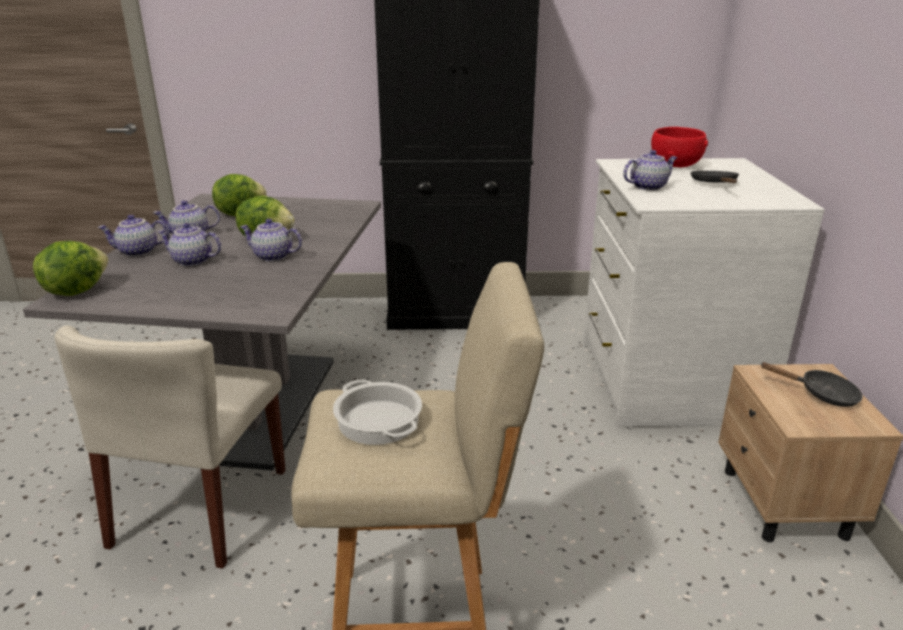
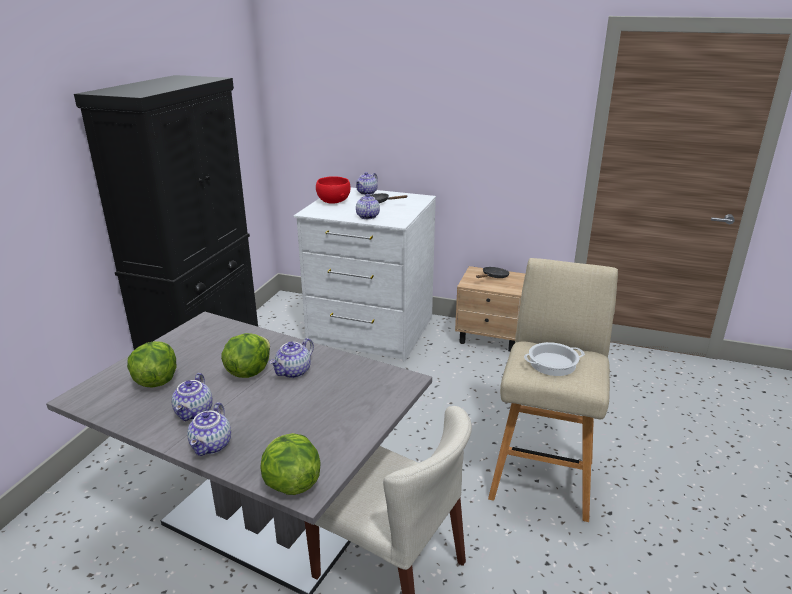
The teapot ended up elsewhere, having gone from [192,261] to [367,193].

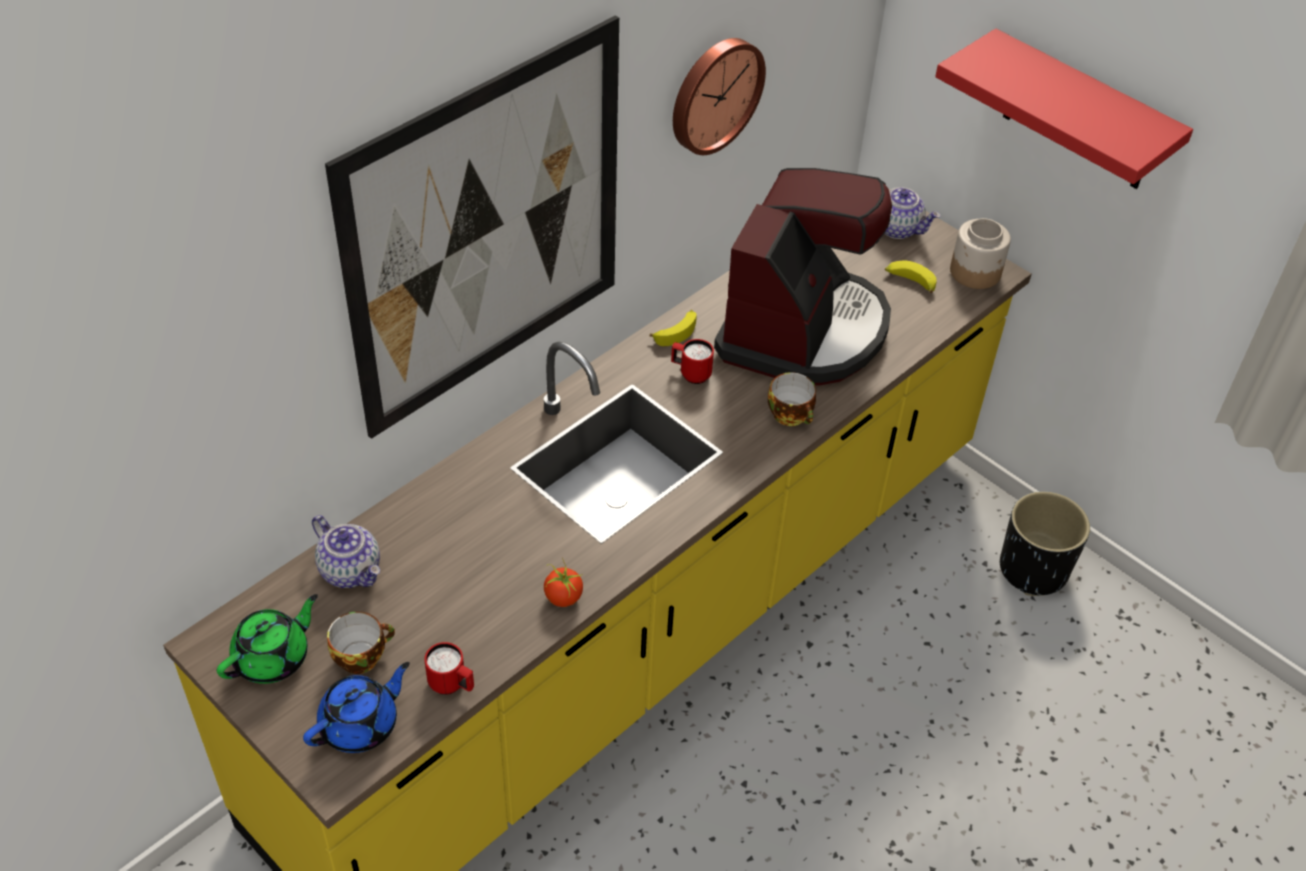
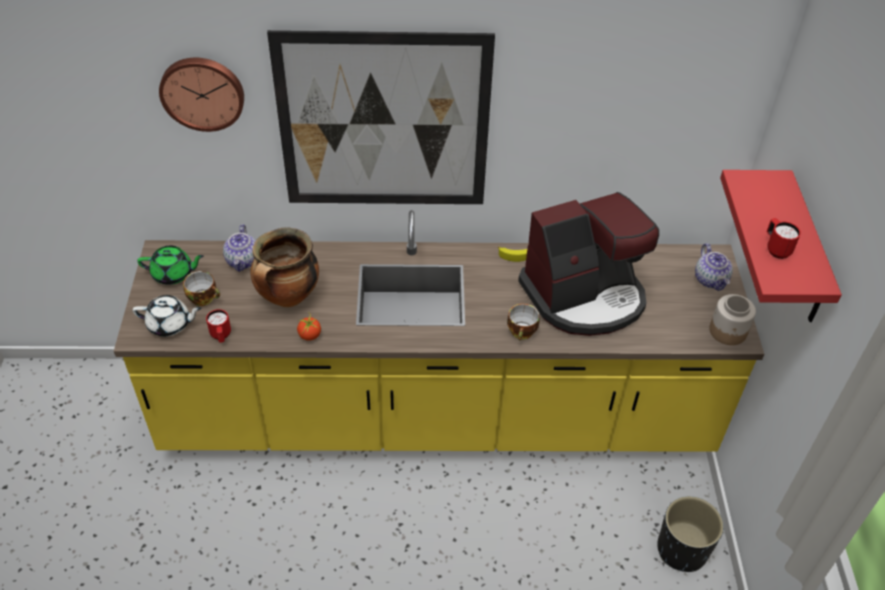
The wall clock ended up elsewhere, having gone from [714,94] to [202,92].
The second view lost the banana at [909,281].
The red mug ended up elsewhere, having gone from [690,374] to [776,248].
What was the blue teapot at [361,724] turned into the white teapot at [170,324].
The second view gained the cooking pot at [288,297].

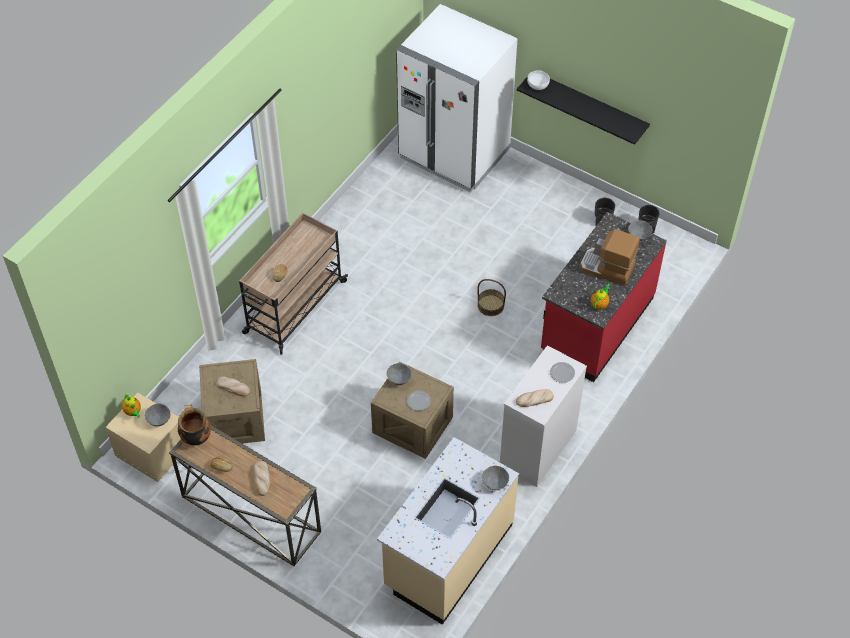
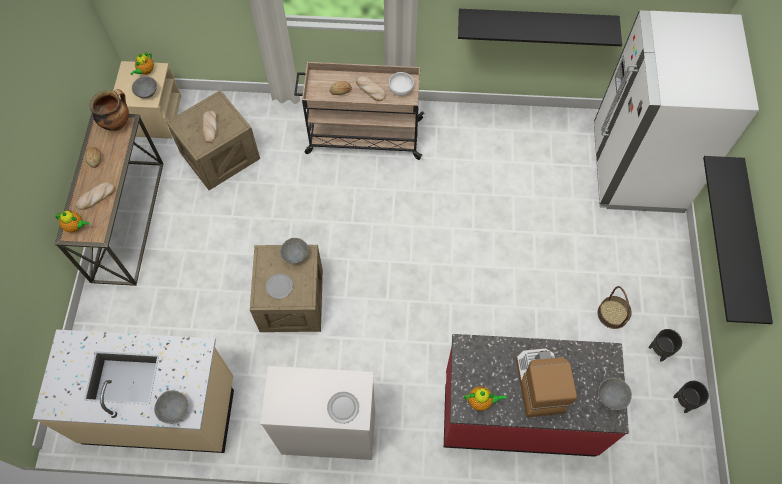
The white bowl ended up elsewhere, having gone from [538,85] to [400,89].
The basket ended up elsewhere, having gone from [490,305] to [613,314].
The bread ended up elsewhere, having gone from [534,399] to [370,89].
The second view gained the black shelf at [536,22].
The second view gained the teapot at [76,226].

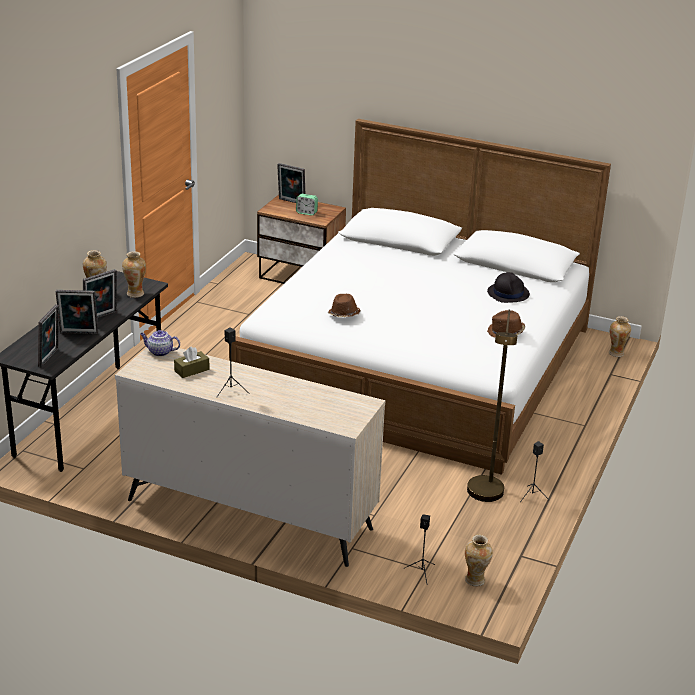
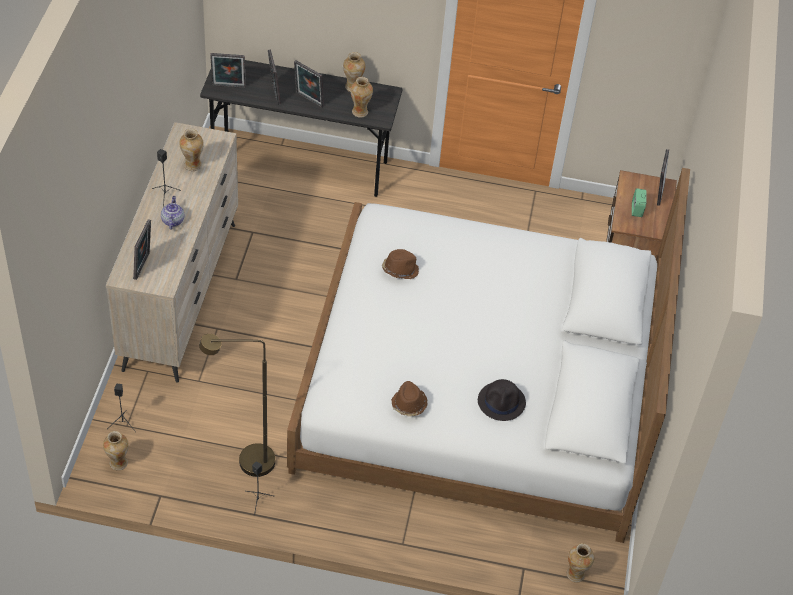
The teapot ended up elsewhere, having gone from [159,352] to [172,220].
Where the brown tissue box stood at [192,370], the vase came to stand at [192,165].
The second view gained the picture frame at [143,266].

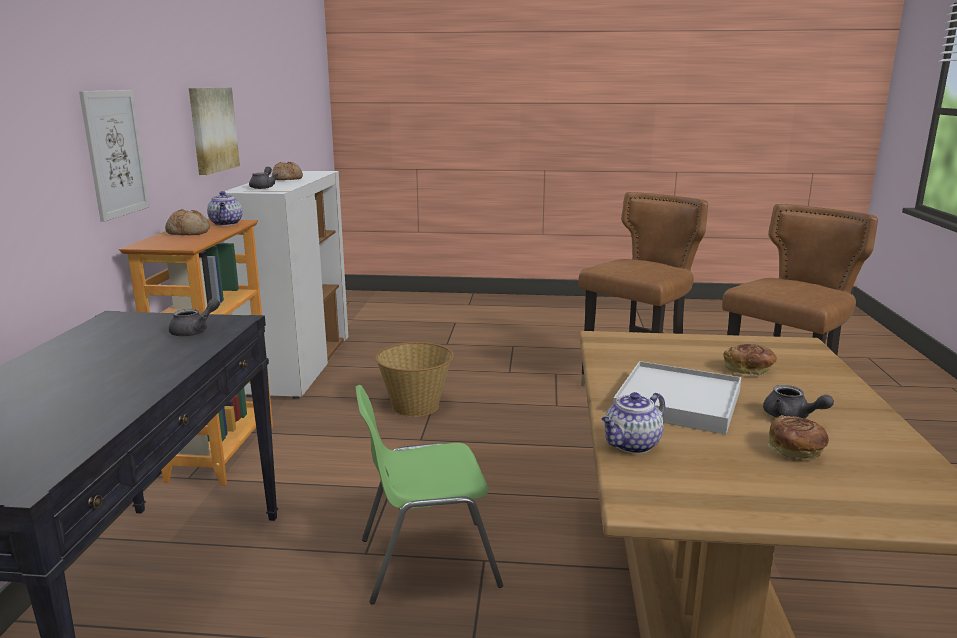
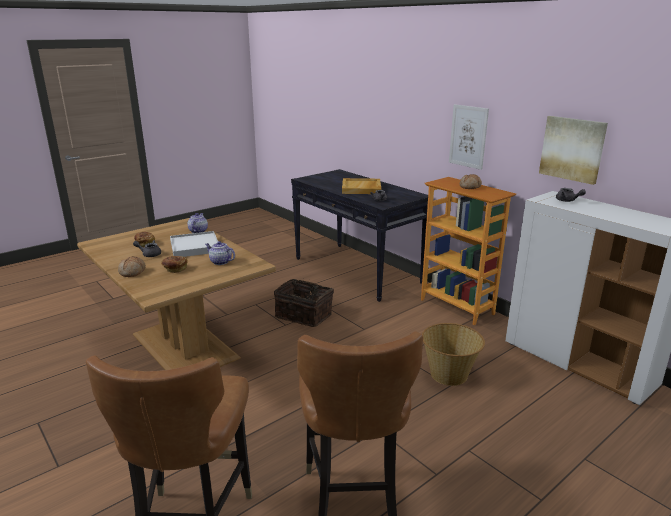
The bread ended up elsewhere, having gone from [287,179] to [133,272].
The teapot ended up elsewhere, having gone from [226,224] to [220,262].
Where the green chair stood at [426,561], the basket came to stand at [304,315].
The second view gained the beige tray at [361,188].

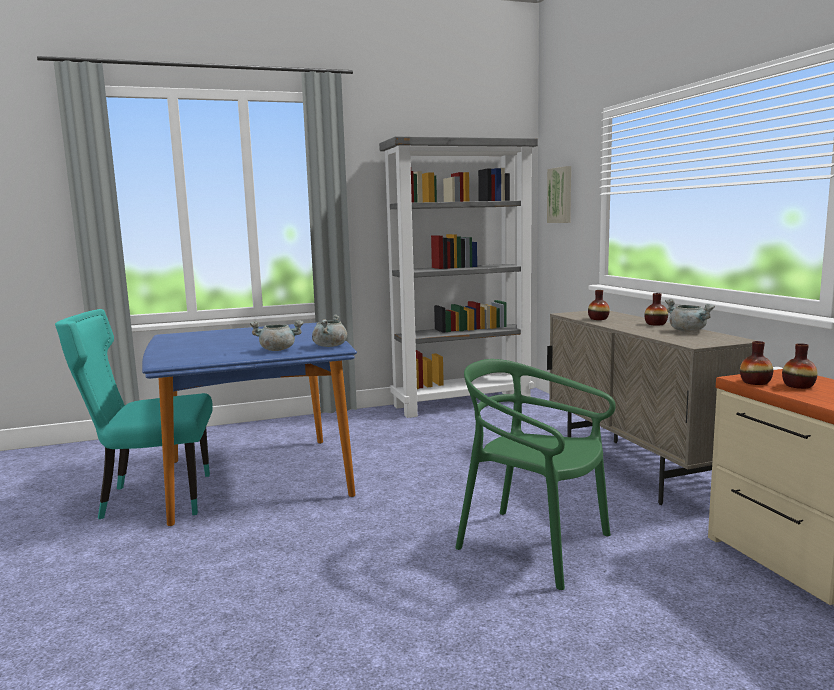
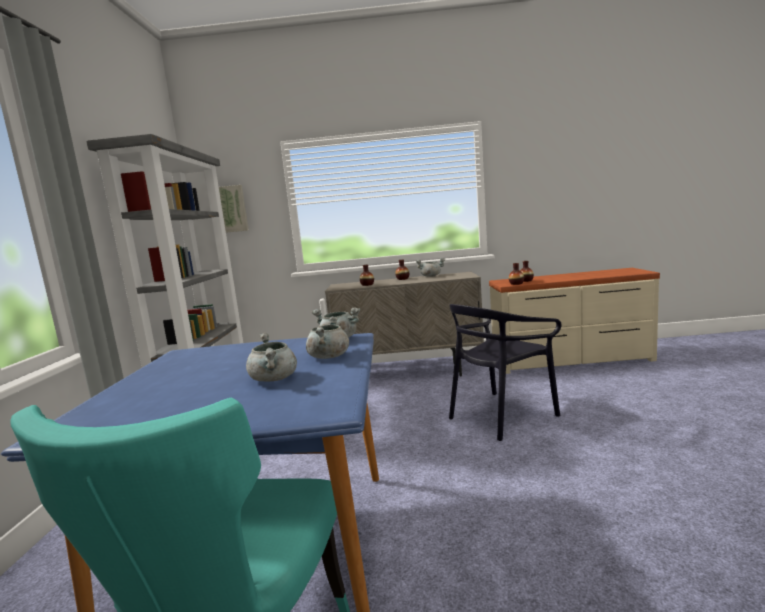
What was the green chair at [533,545] turned into the black chair at [501,415].
The second view gained the grey cooking pot at [274,379].

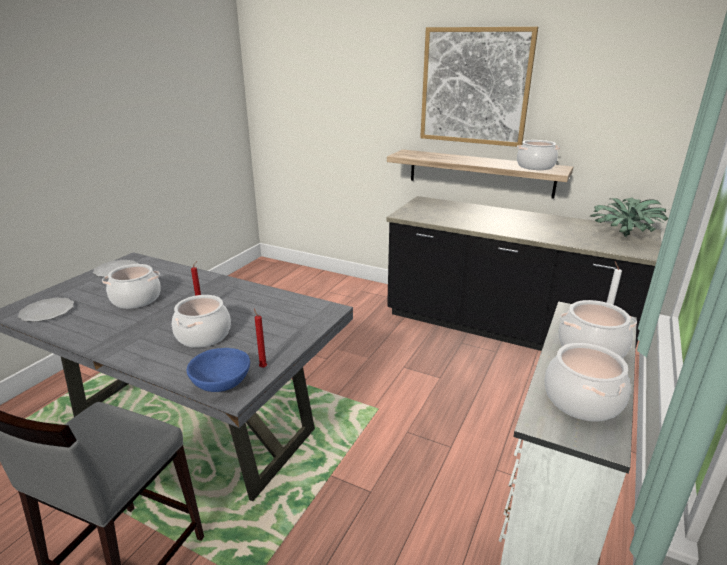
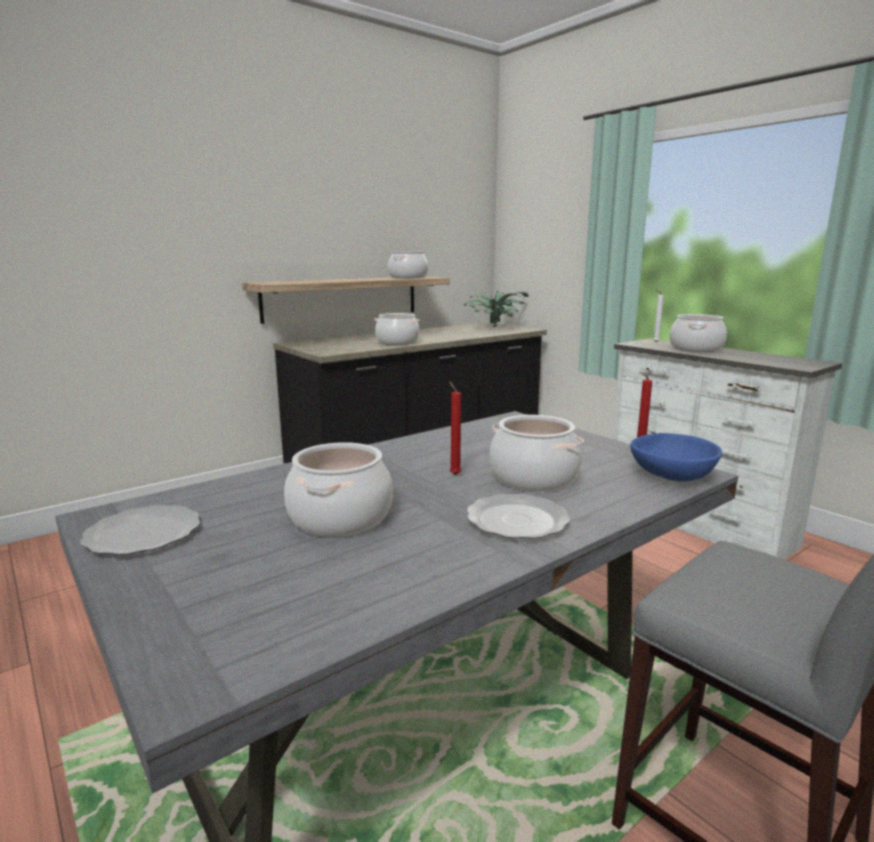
The second view lost the picture at [475,87].
The plate ended up elsewhere, having gone from [46,312] to [517,521].
The cooking pot ended up elsewhere, having gone from [582,400] to [397,342].

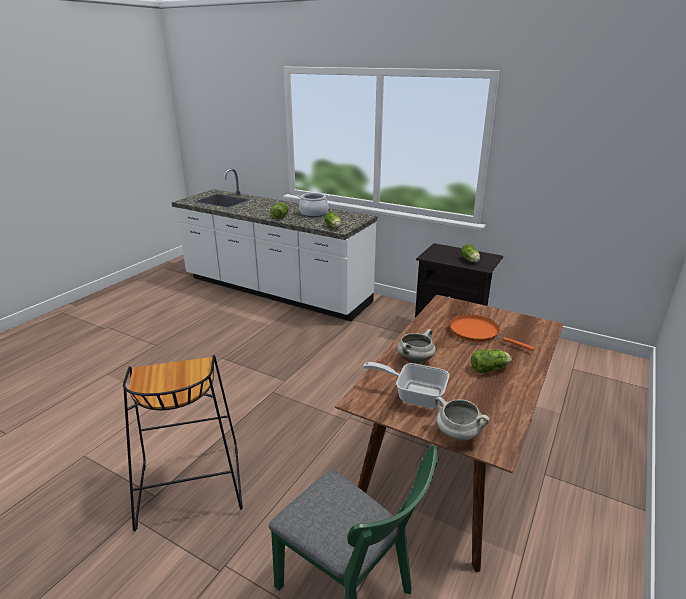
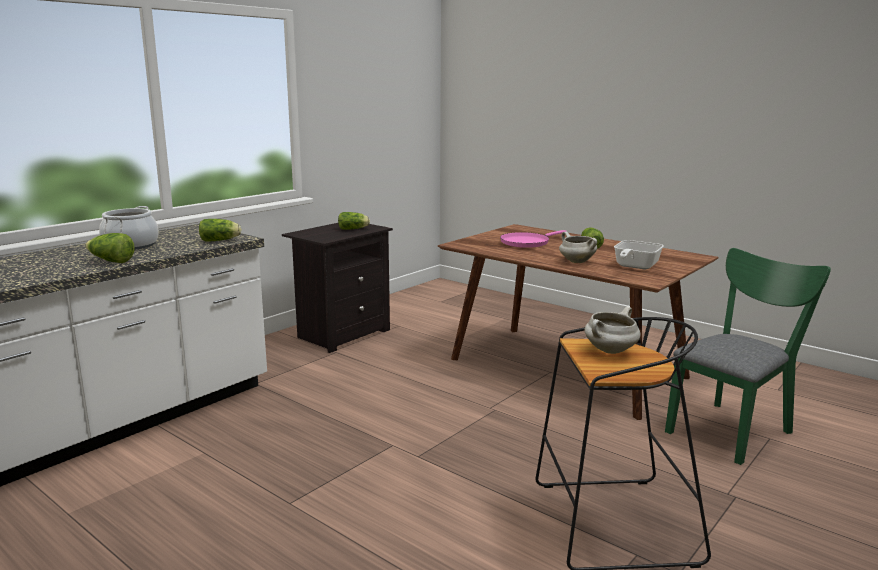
What was the orange frying pan at [477,332] turned into the pink frying pan at [527,242].
The white cooking pot ended up elsewhere, having gone from [457,434] to [610,351].

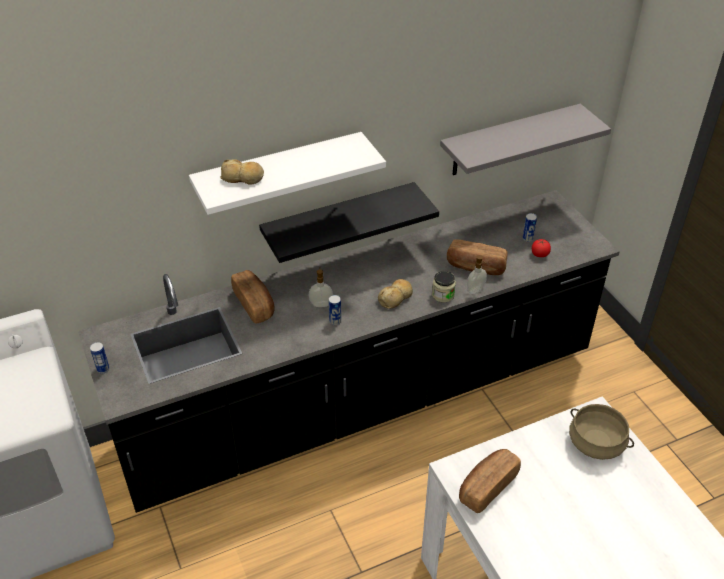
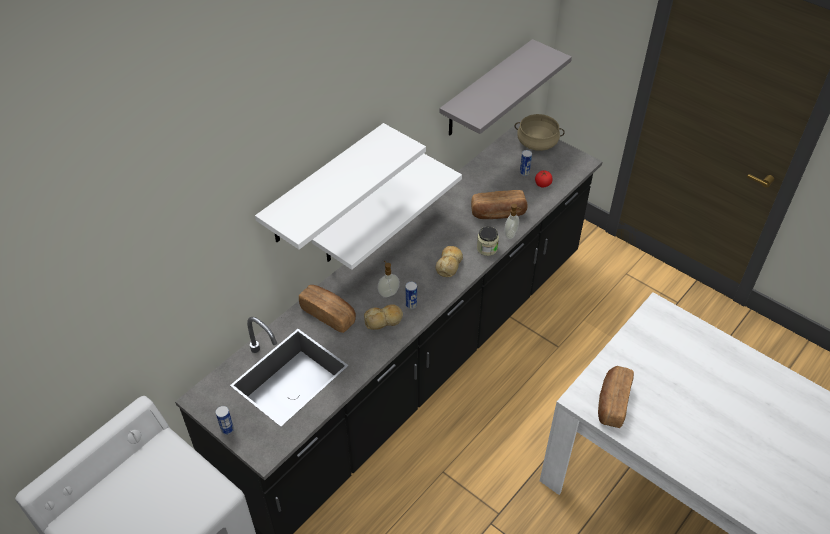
The bread ended up elsewhere, having gone from [243,178] to [384,320].
What was the black shelf at [339,221] turned into the white shelf at [370,210].
The beige cooking pot ended up elsewhere, having gone from [596,443] to [537,142].

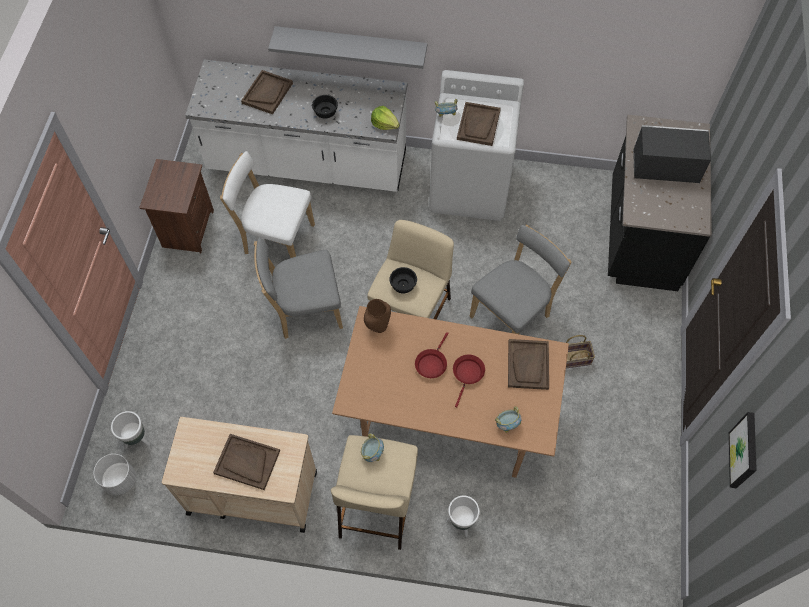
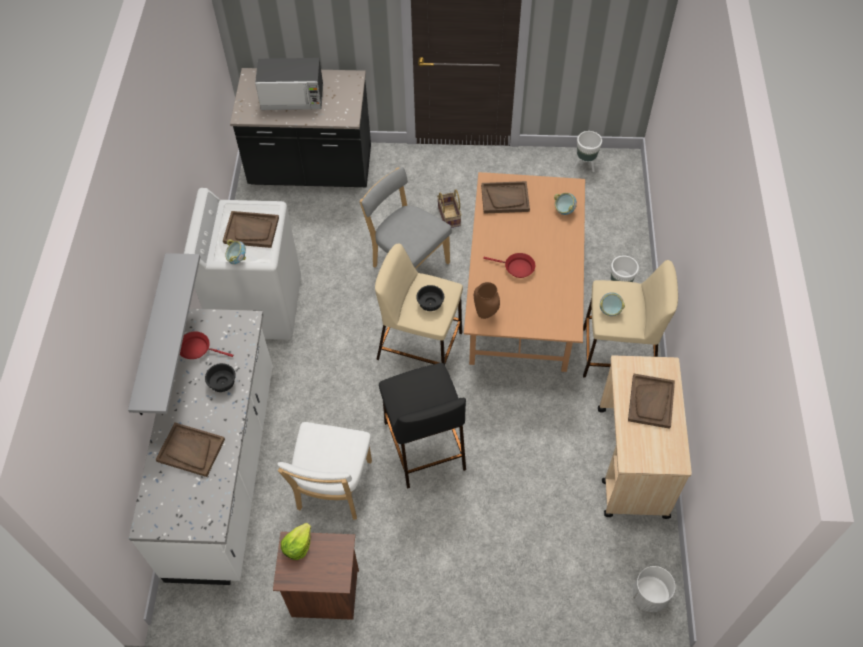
The lettuce ended up elsewhere, having gone from [384,124] to [297,545].
The microwave at [665,166] ended up facing another way, 90 degrees counterclockwise from before.
Where the grey chair stood at [305,310], the black stool came to stand at [423,444].
The red frying pan ended up elsewhere, having gone from [467,375] to [198,349].
The white planter ended up elsewhere, having gone from [137,440] to [585,165].
The second view lost the picture at [745,451].

